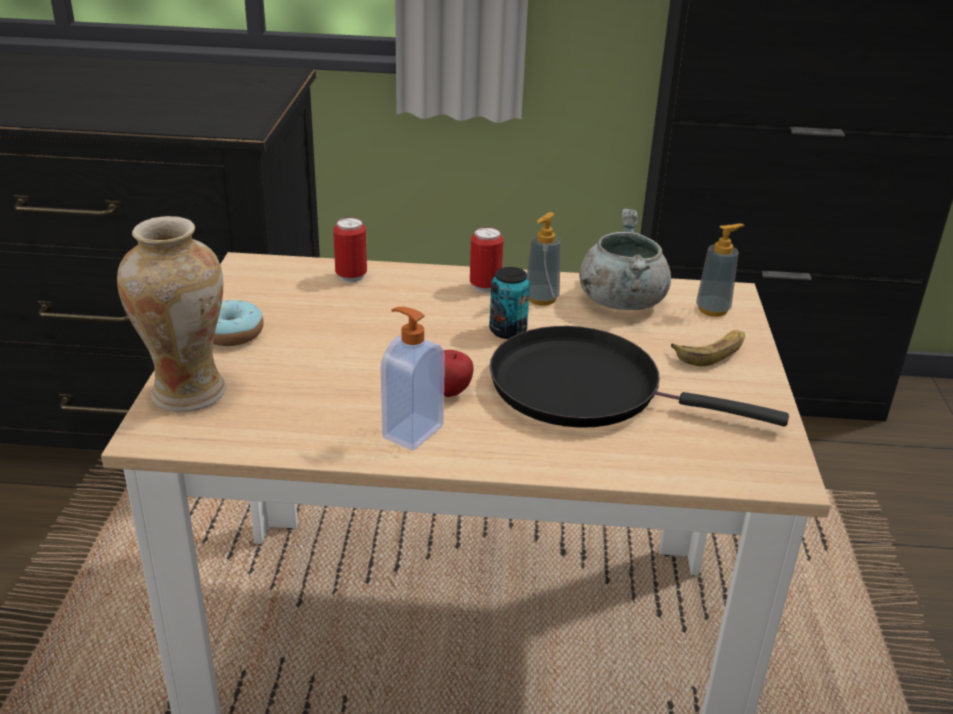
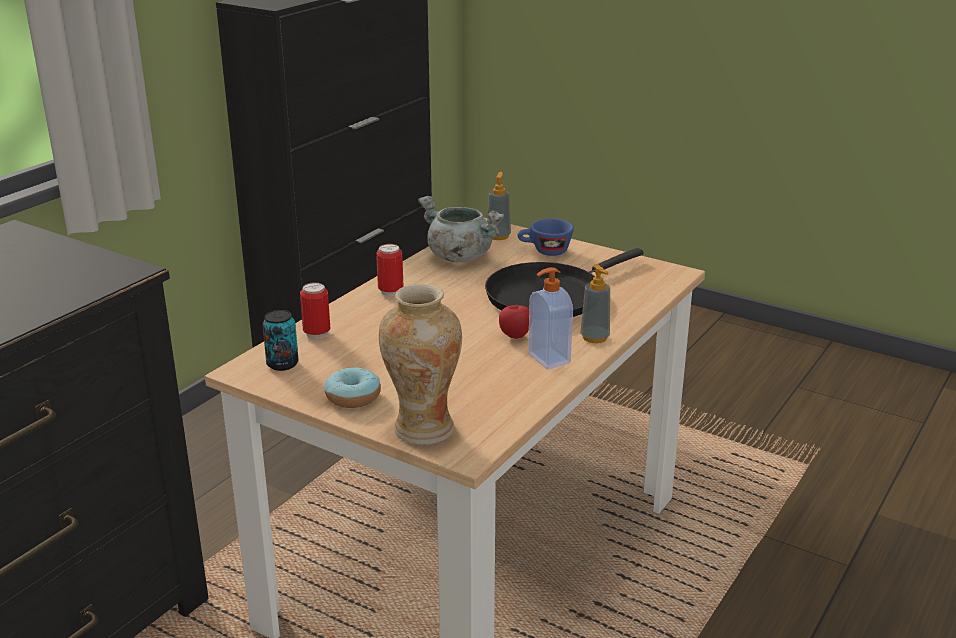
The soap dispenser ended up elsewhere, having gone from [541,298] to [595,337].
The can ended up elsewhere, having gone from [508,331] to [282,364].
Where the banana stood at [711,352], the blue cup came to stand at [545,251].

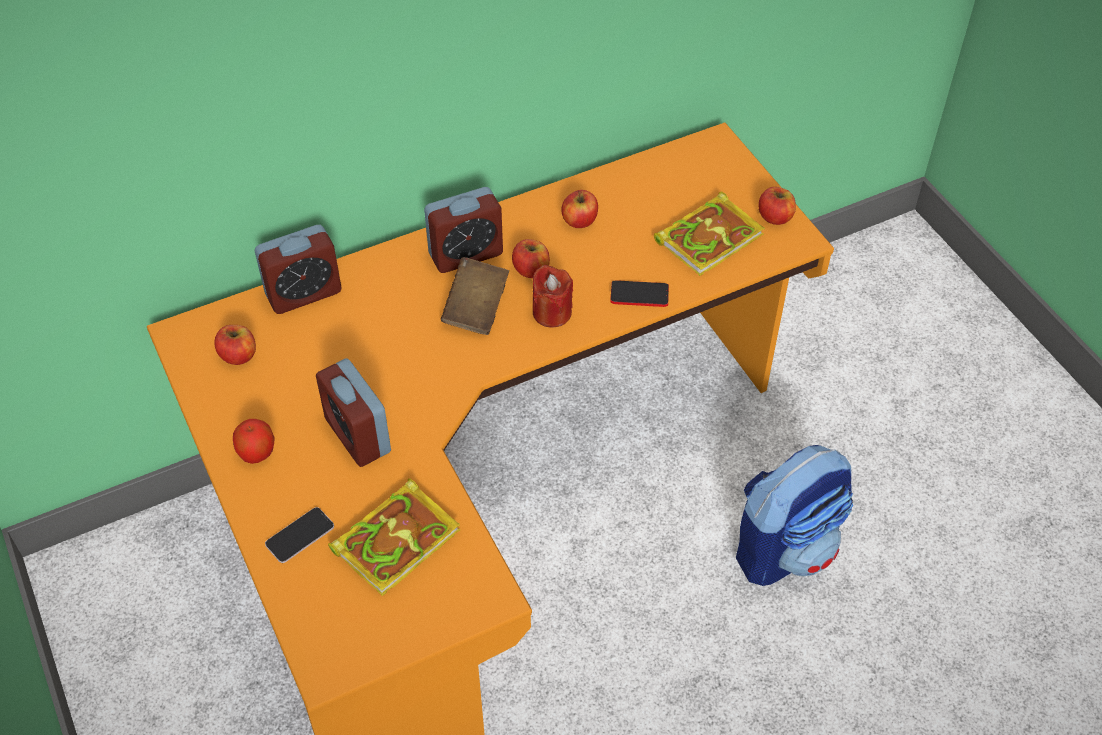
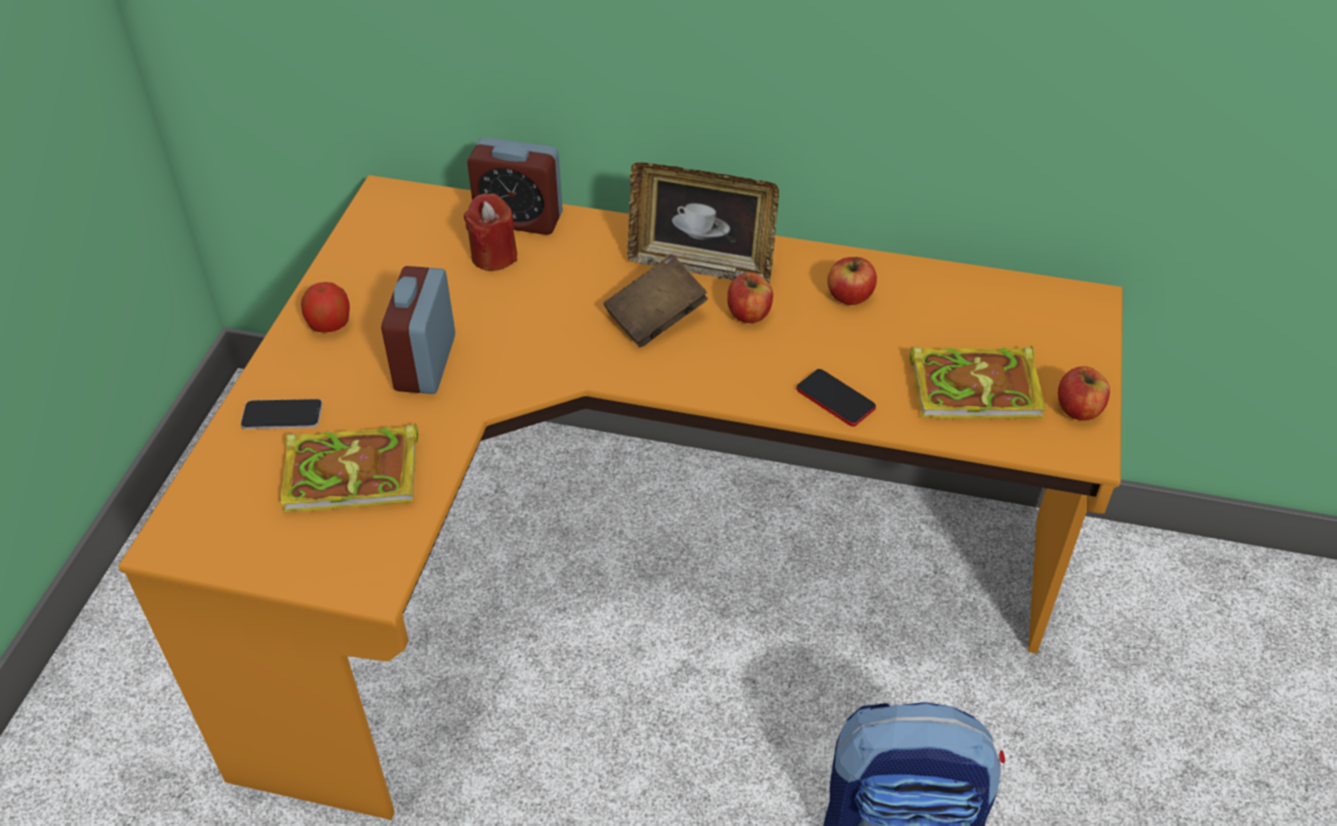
Where the alarm clock stood at [466,254], the picture frame came to stand at [701,265].
The red candle ended up elsewhere, having gone from [552,312] to [494,256].
The second view lost the apple at [238,355].

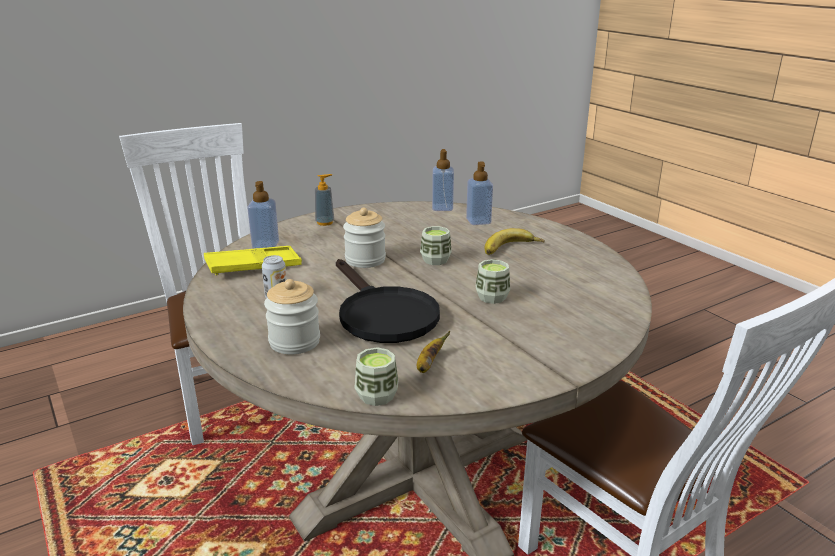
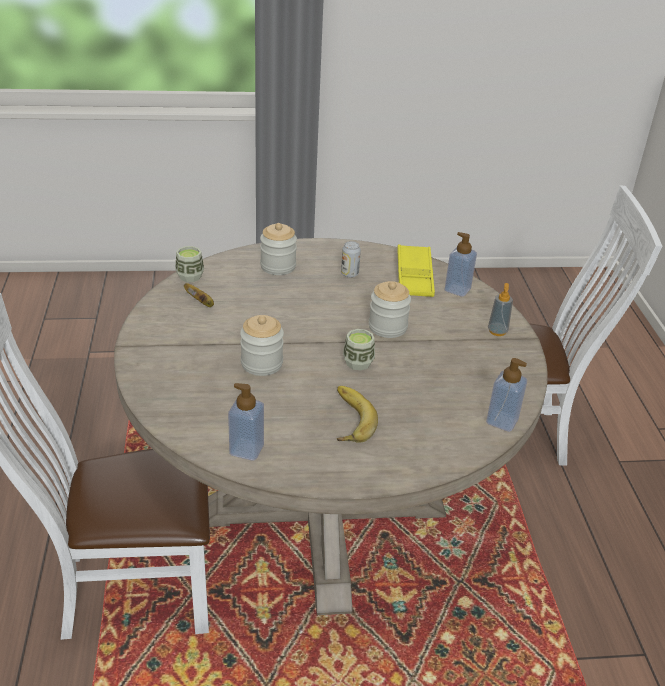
The soap dispenser ended up elsewhere, having gone from [478,221] to [246,449].
The second view lost the black frying pan at [382,314].
Where the cup stood at [492,297], the jar came to stand at [262,363].

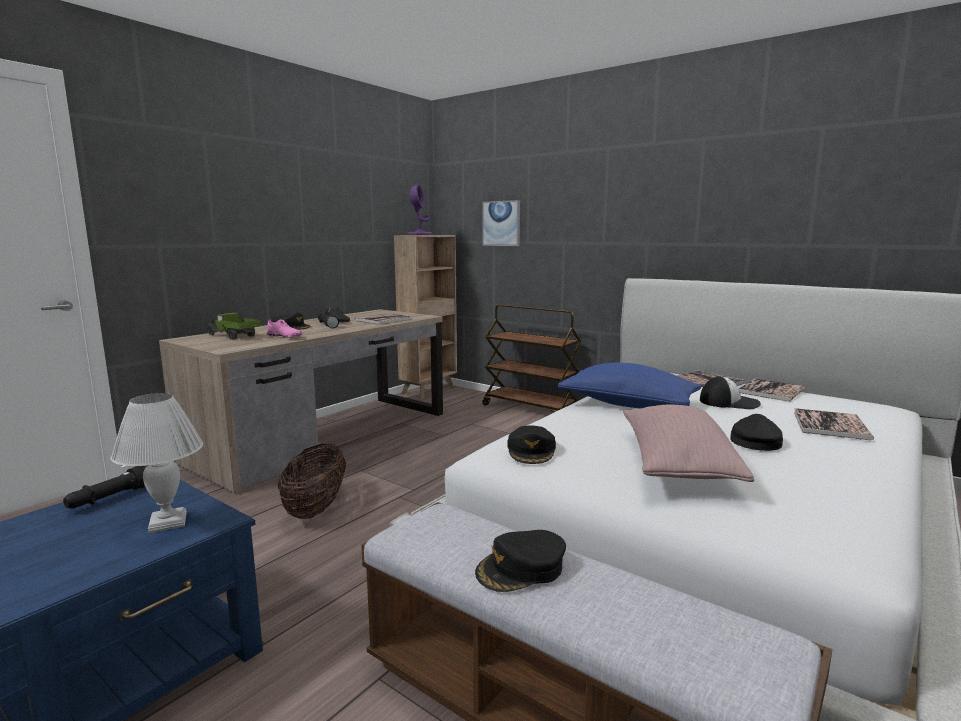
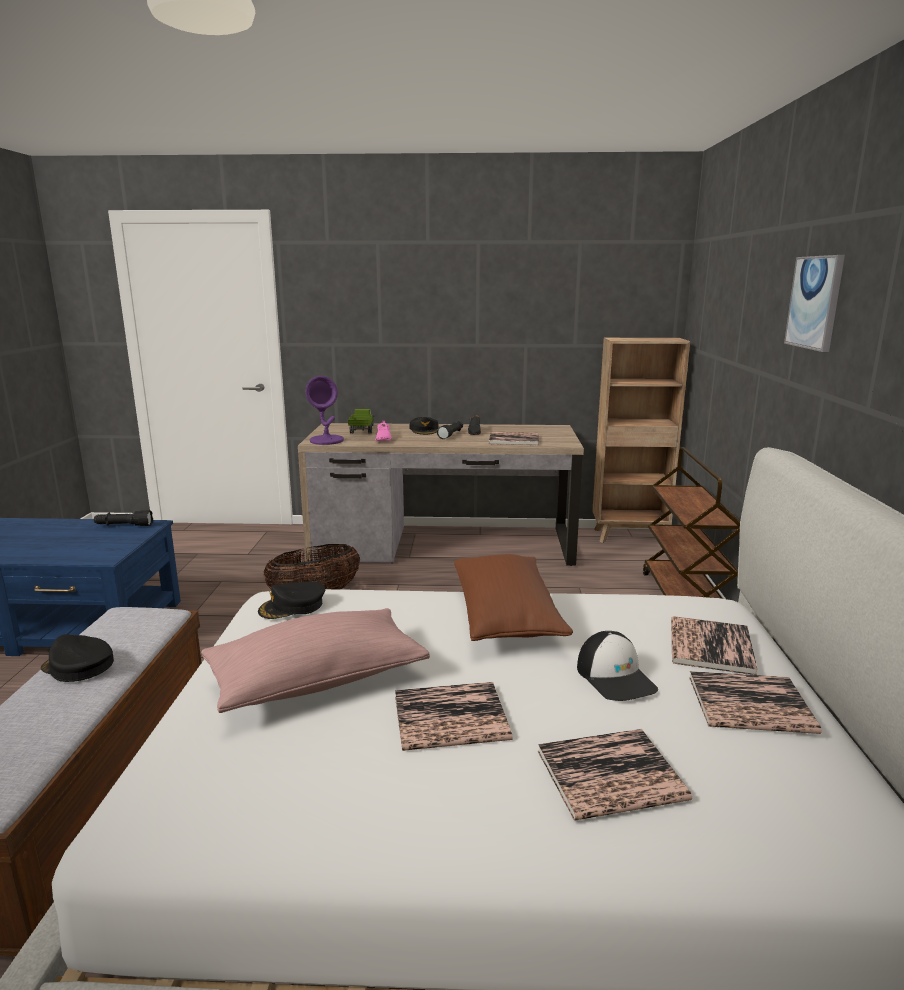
The purple table lamp ended up elsewhere, having gone from [419,234] to [327,440].
The picture ended up elsewhere, having gone from [501,223] to [815,302].
What was the blue pillow at [628,404] turned into the brown pillow at [506,617].
The second view lost the white table lamp at [169,522].
Where the black cap stood at [755,441], the book came to stand at [450,718].

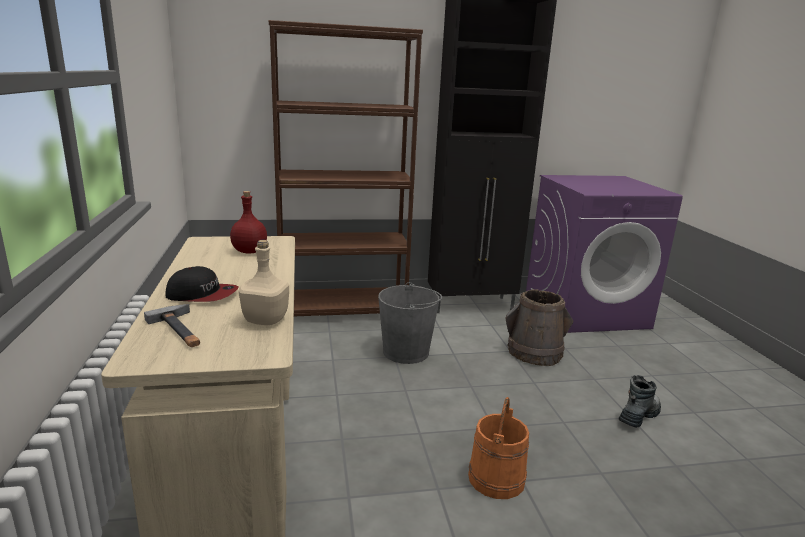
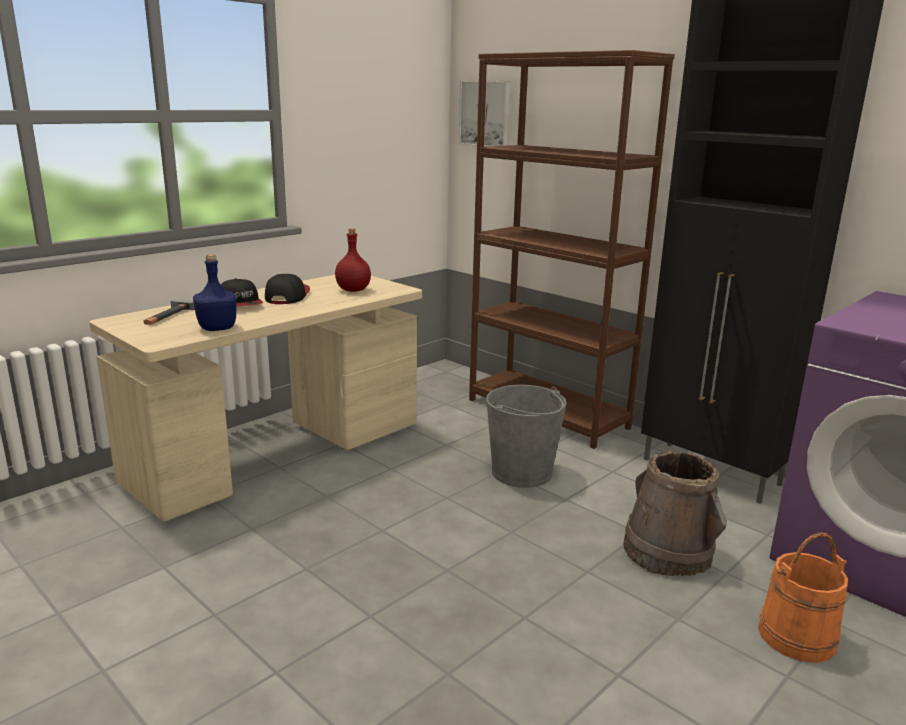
What was the beige bottle at [265,320] turned into the blue bottle at [216,328].
The second view lost the boot at [638,416].
The orange bucket ended up elsewhere, having gone from [496,478] to [796,635].
The second view gained the picture at [486,114].
The second view gained the cap at [287,296].

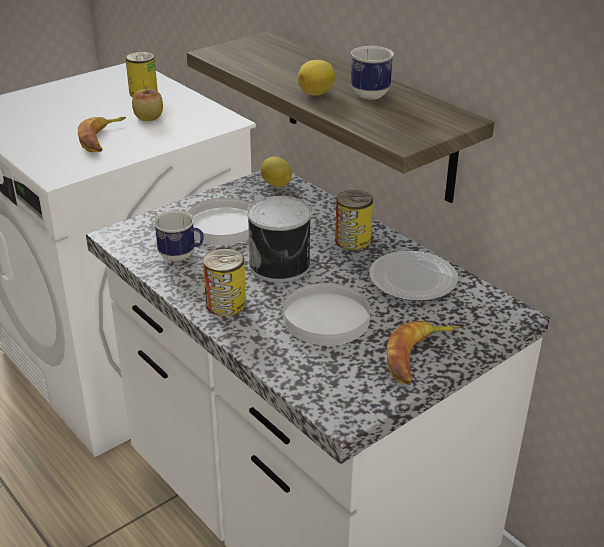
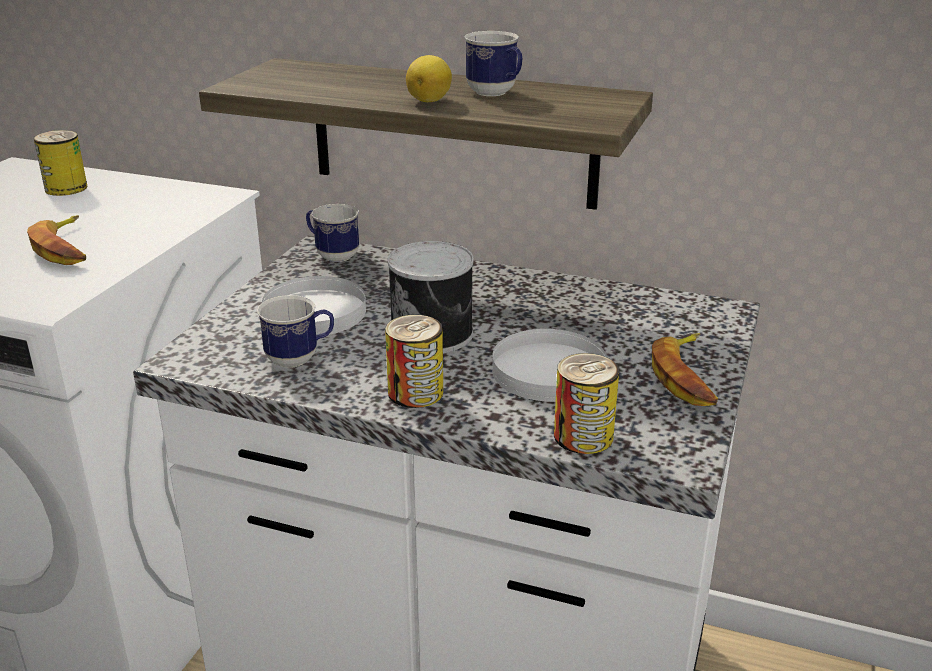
The second view lost the apple at [148,118].
Where the lemon stood at [277,185], the mug came to stand at [332,255].
The can ended up elsewhere, having gone from [352,240] to [583,436].
The second view lost the plate at [412,279].

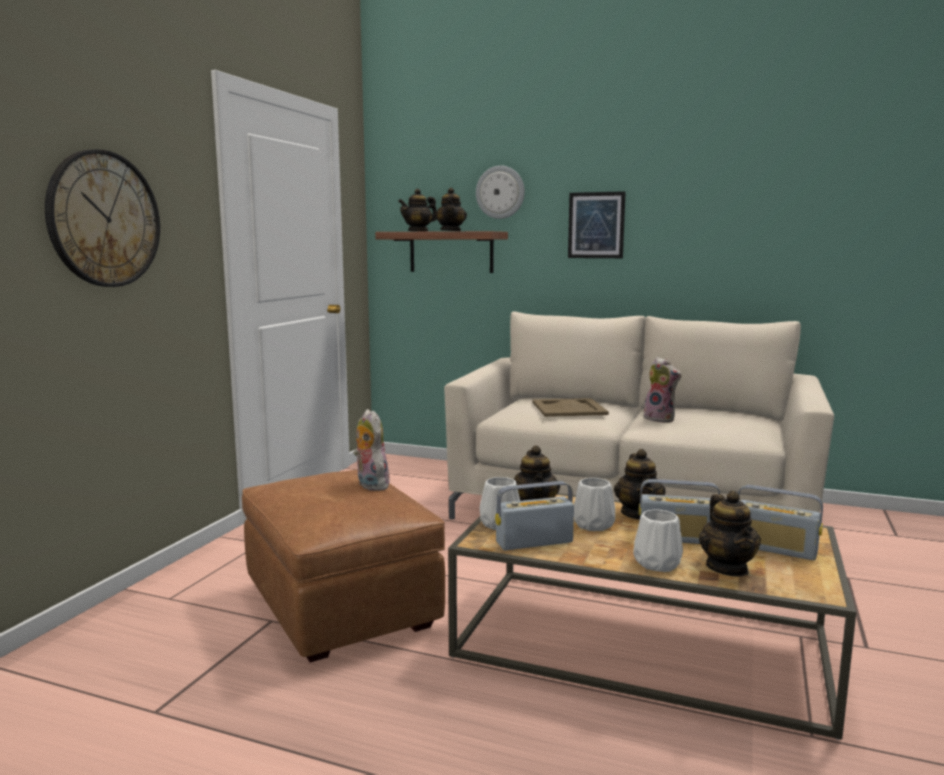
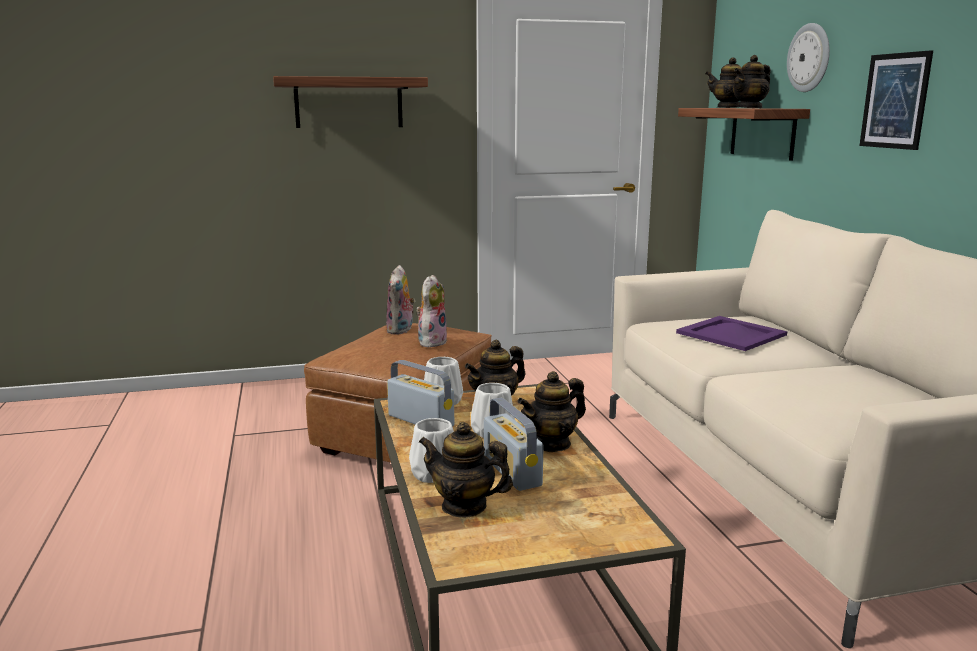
Where the wall clock hung at [104,219], the shelf came to hang at [349,103].
The plush toy ended up elsewhere, having gone from [661,419] to [401,330].
What was the beige tray at [569,408] turned into the purple tray at [731,334].
The second view lost the radio at [775,549].
The teapot at [727,568] ended up facing another way, 60 degrees clockwise from before.

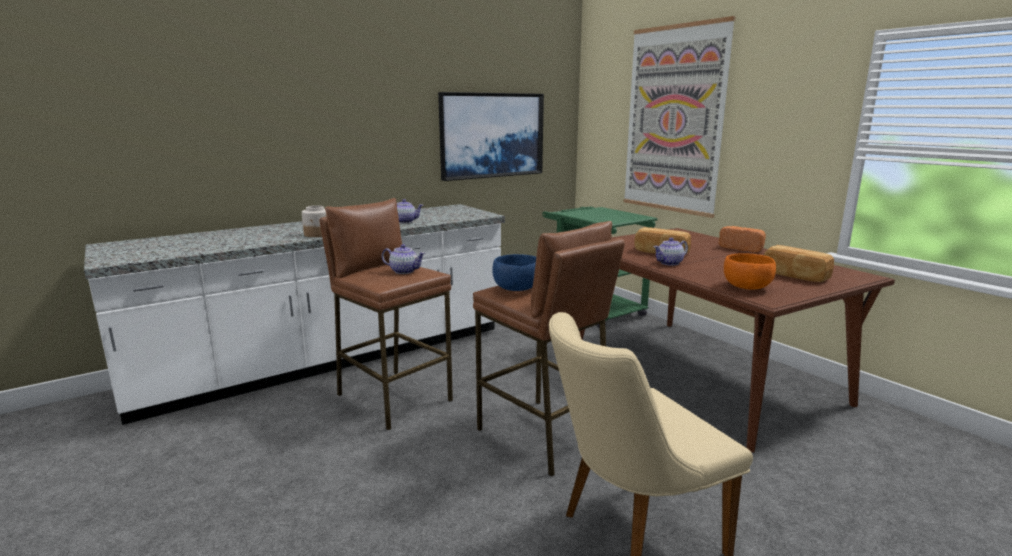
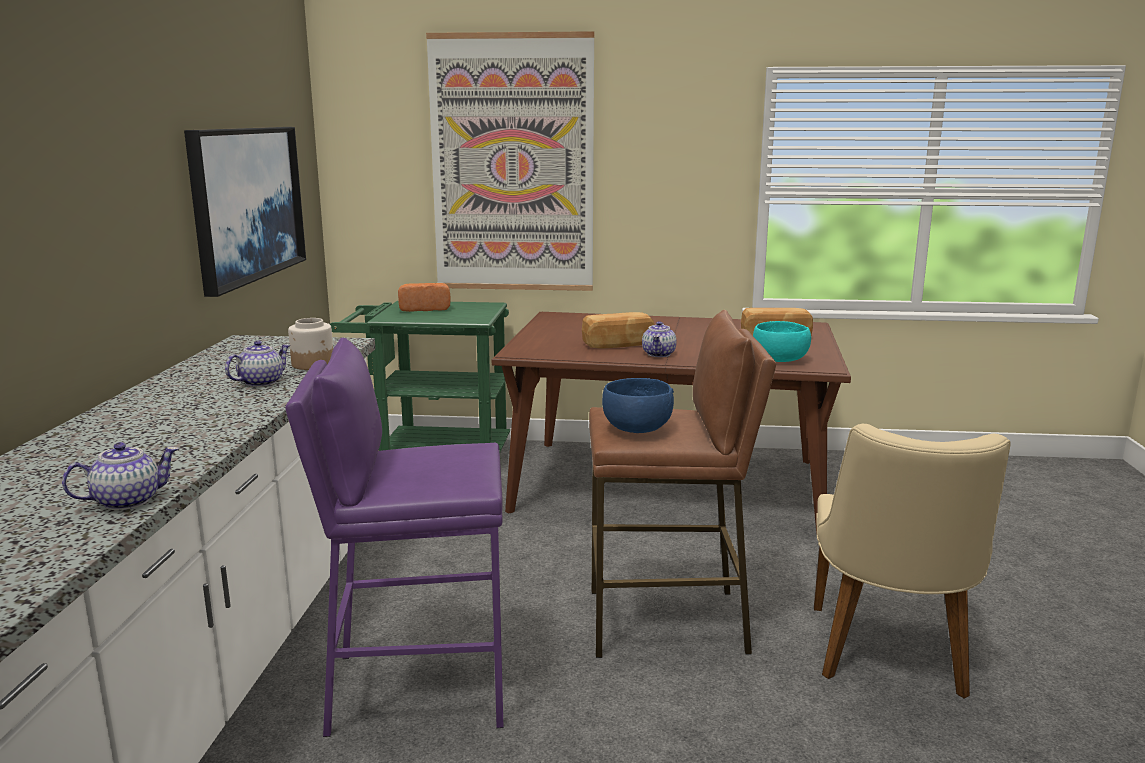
What was the brown stool at [393,397] turned into the purple stool at [417,687].
The jar ended up elsewhere, having gone from [317,234] to [313,364].
The bread ended up elsewhere, having gone from [742,248] to [424,308].
The teapot ended up elsewhere, having gone from [404,271] to [128,501].
What was the orange bowl at [747,287] turned into the turquoise bowl at [780,360].

